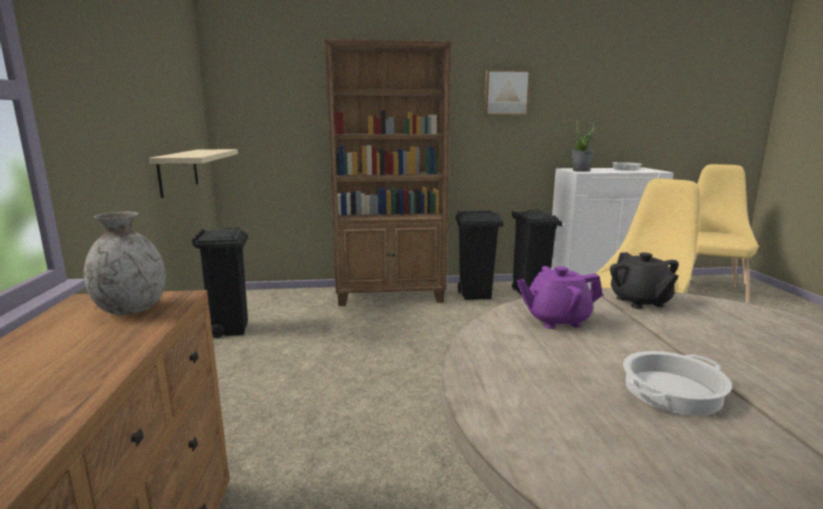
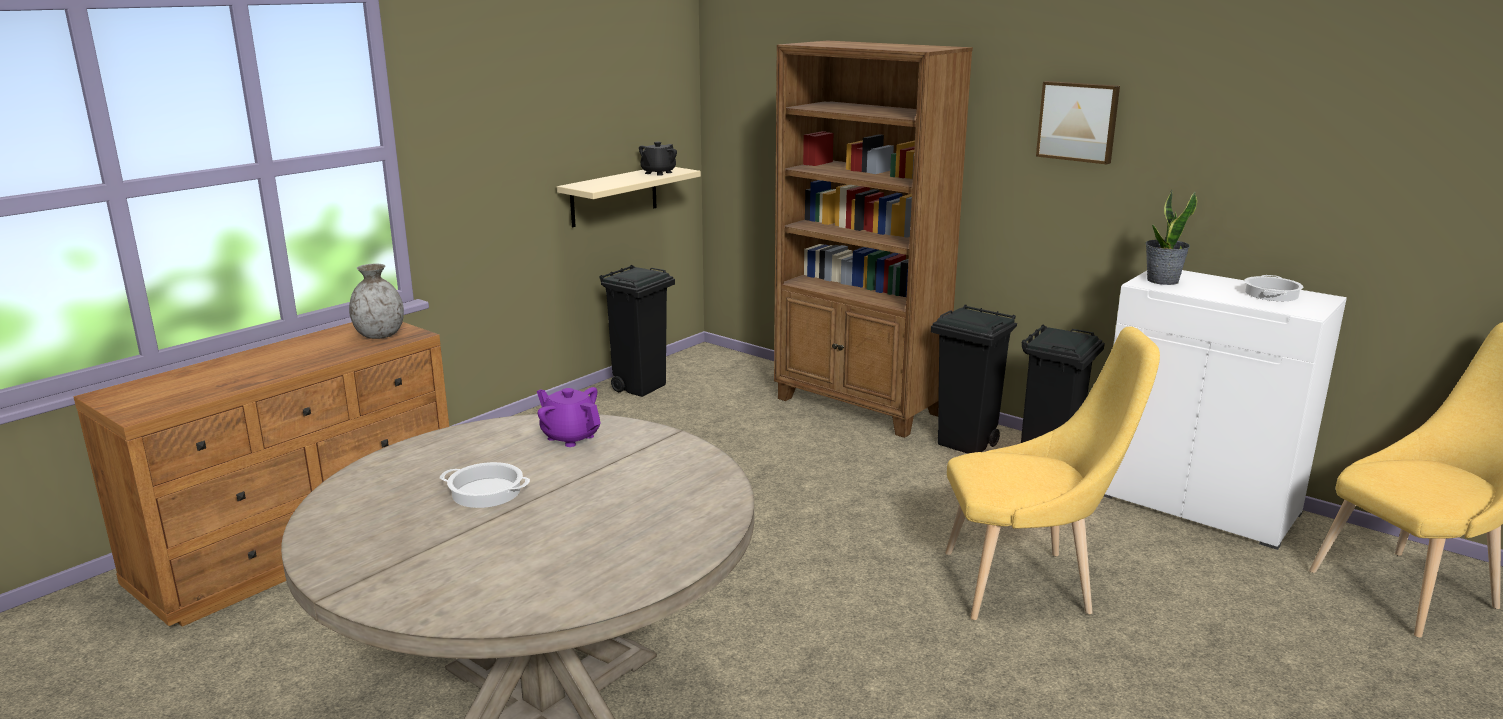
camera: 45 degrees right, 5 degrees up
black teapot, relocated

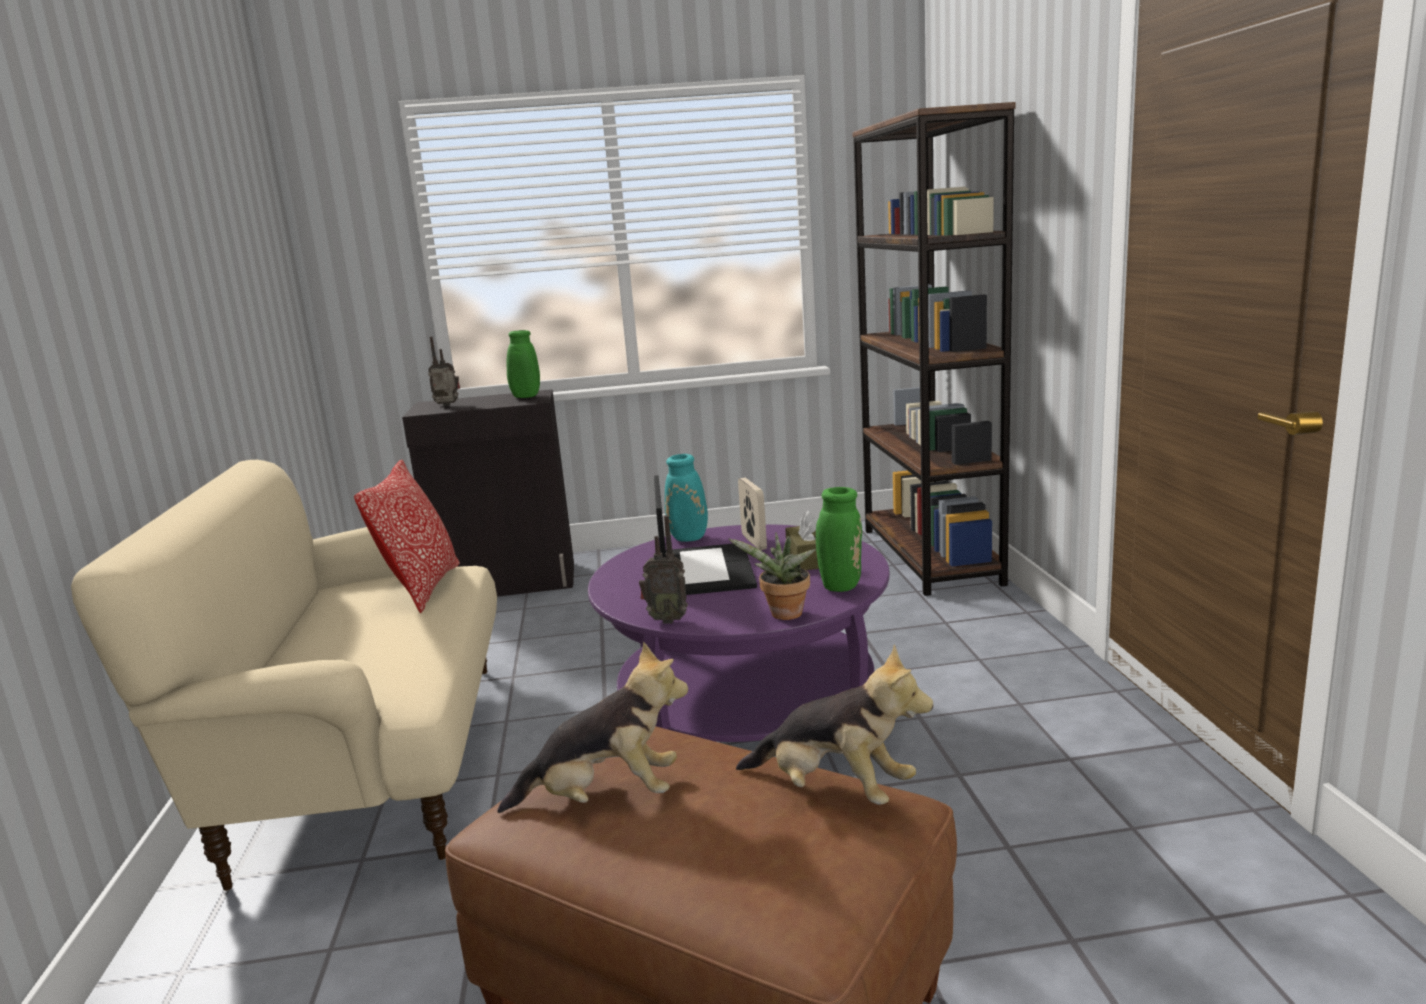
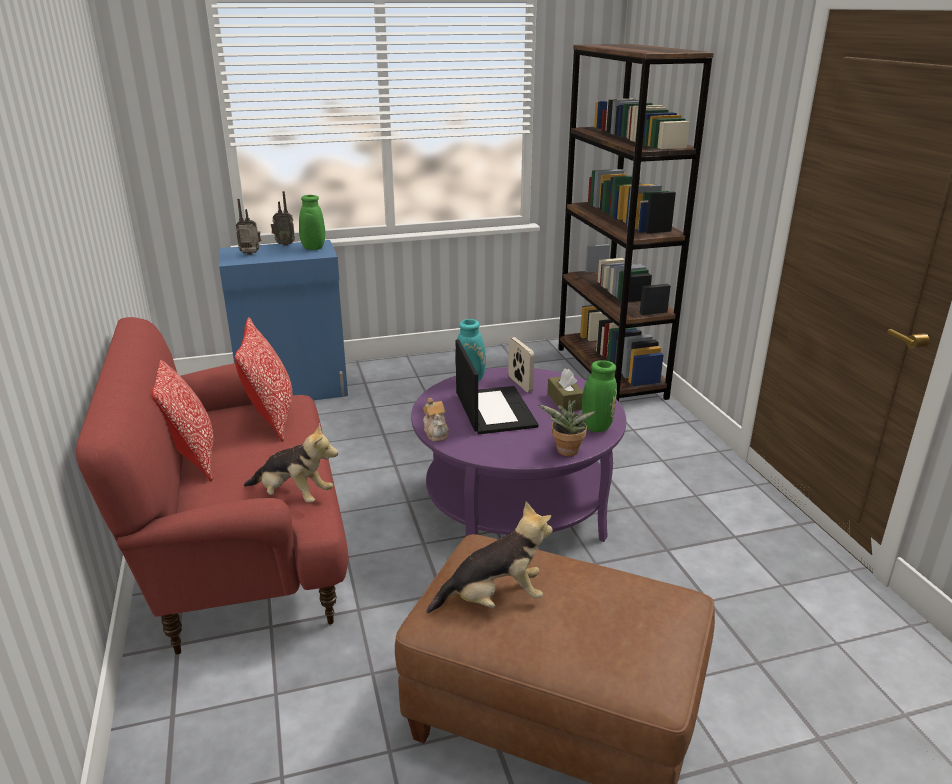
camera: 10 degrees left, 10 degrees up
beige sofa -> red sofa
black cabinet -> blue cabinet
radio (no. 2 from left), relocated
plush toy (no. 2 from left in the first image) -> plush toy (no. 1 from left), relocated
none -> pillow (no. 1 from left)
none -> teapot

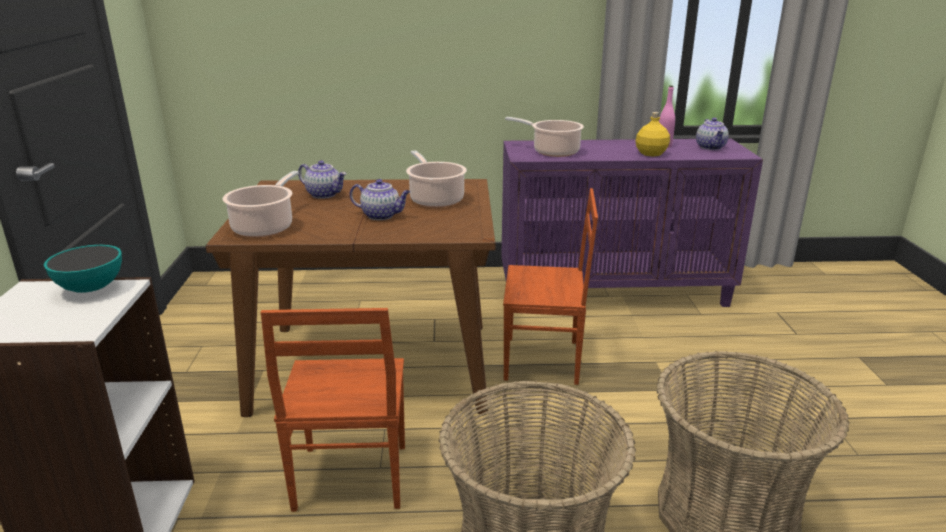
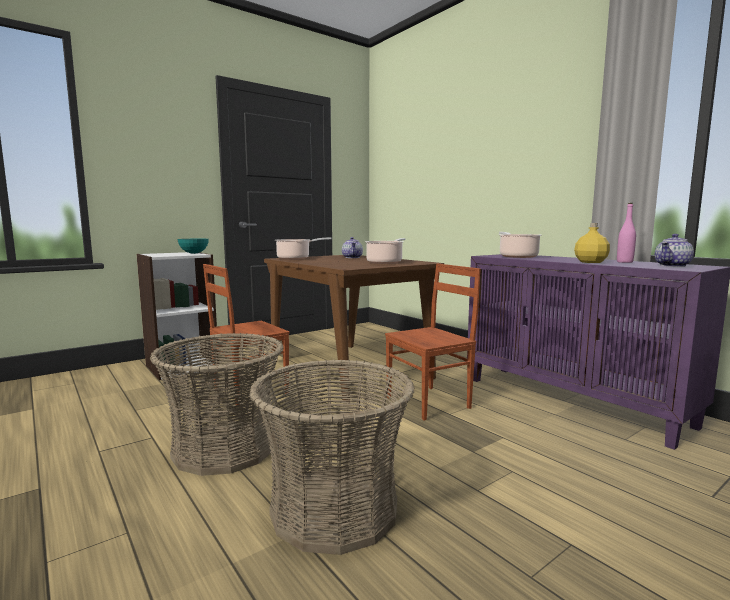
camera: 55 degrees right, 15 degrees down
teapot (no. 2 from left) -> none
brown chair (no. 2 from left), 90 degrees counterclockwise

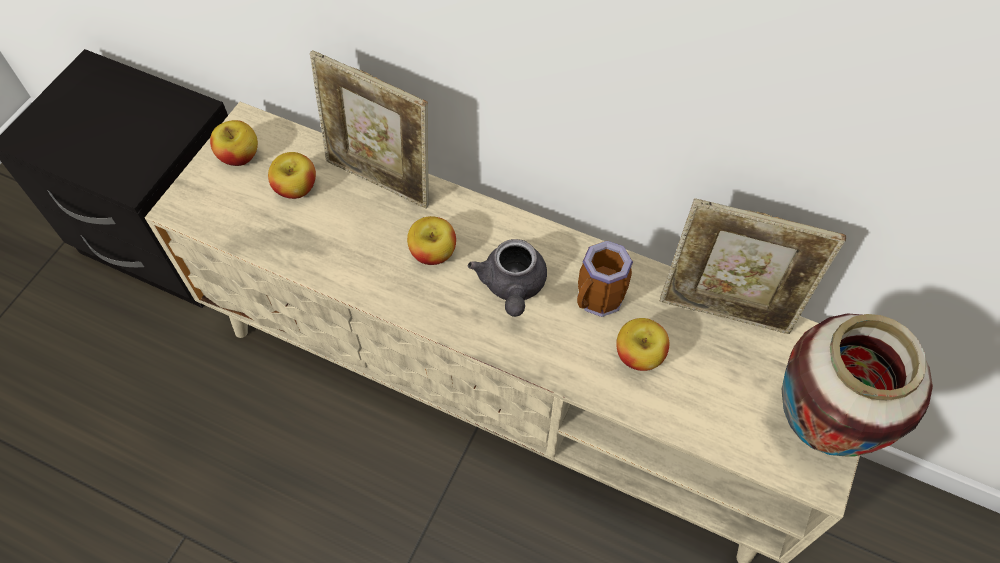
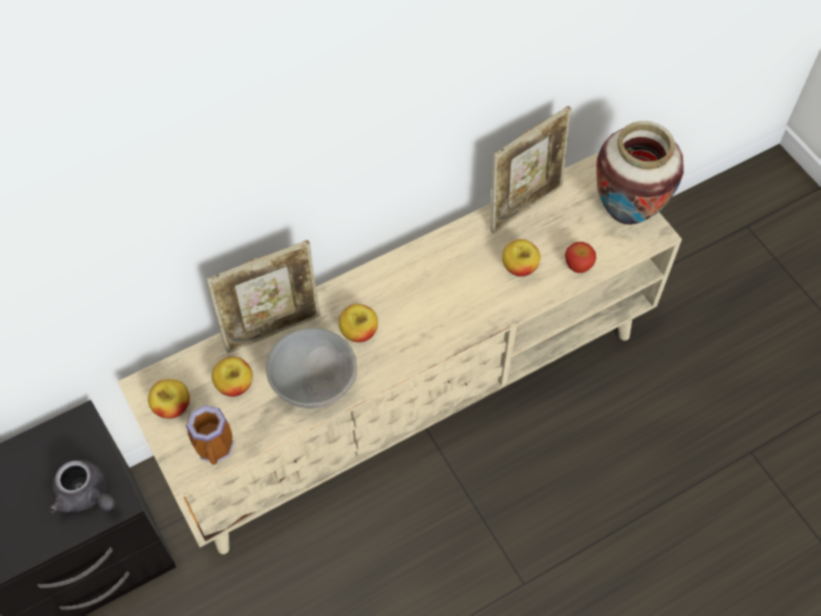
camera: 55 degrees left, 0 degrees up
grey teapot, relocated
mug, relocated
none -> grey bowl
none -> apple (no. 5 from left)

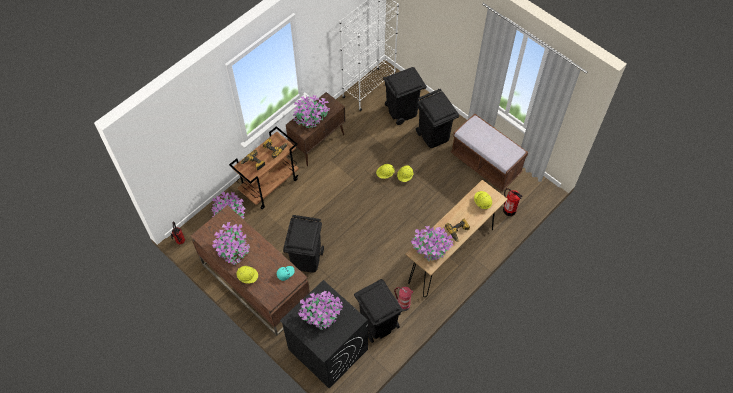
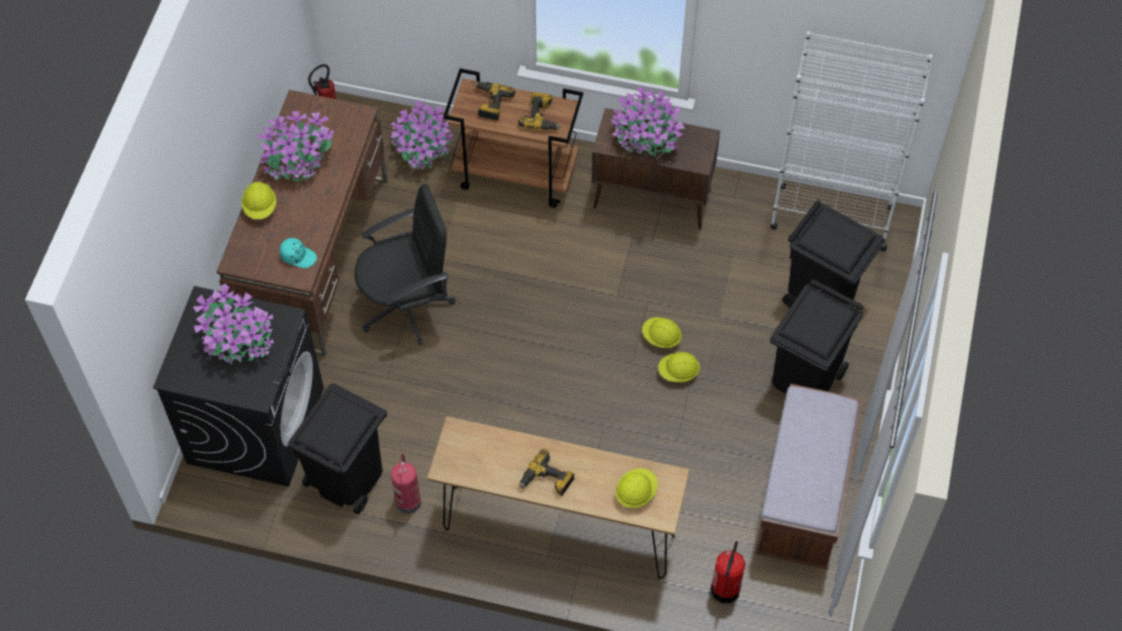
camera: 60 degrees right, 0 degrees up
black trash can (no. 1 from left) -> black office chair
potted plant (no. 5 from left) -> none

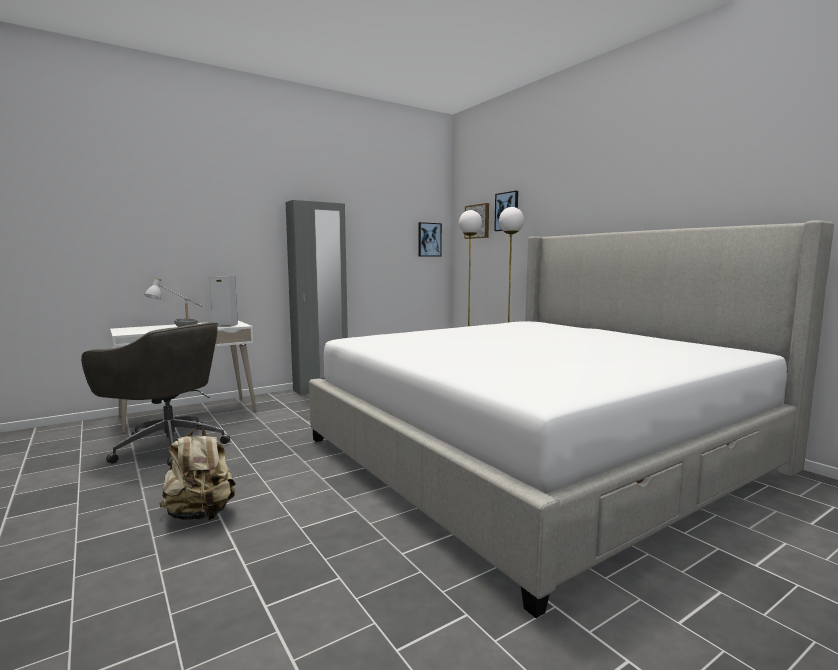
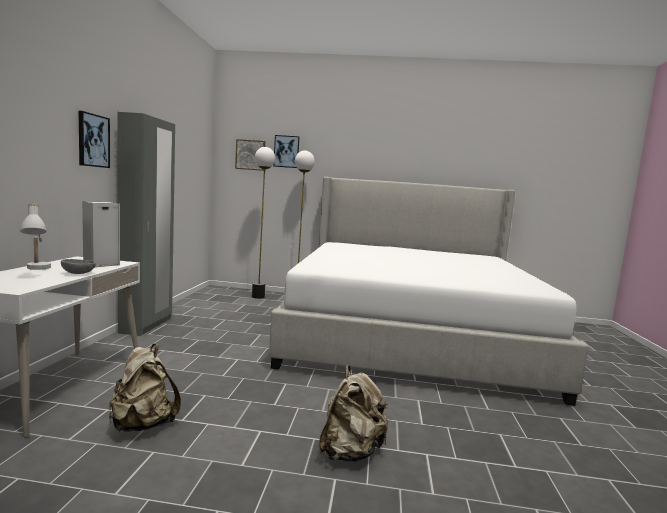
camera: 50 degrees left, 0 degrees up
grey office chair -> beige backpack (no. 1 from left)
picture (no. 1 from left), relocated

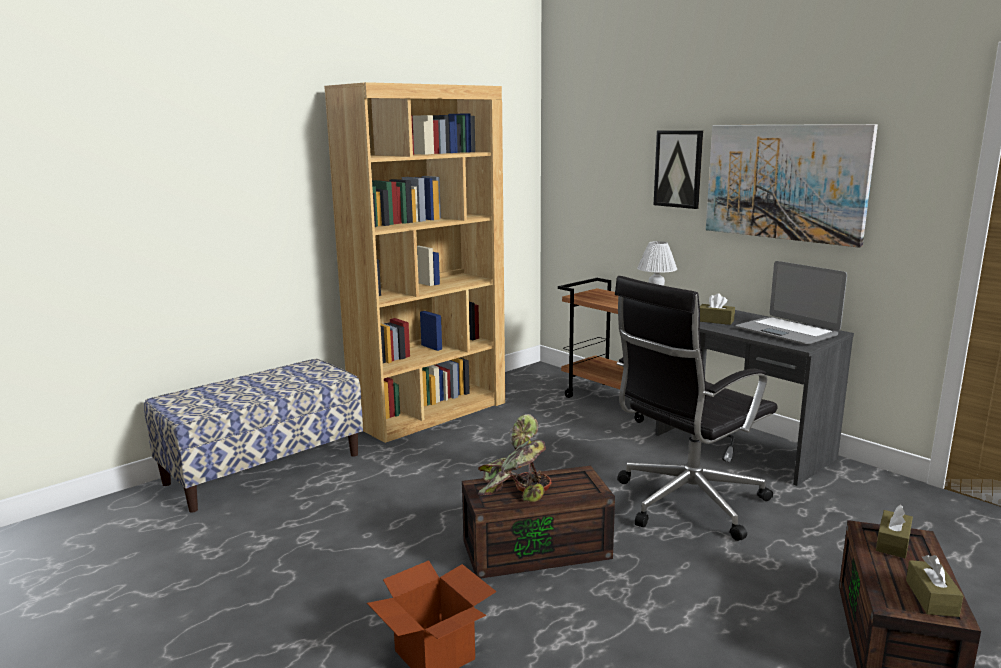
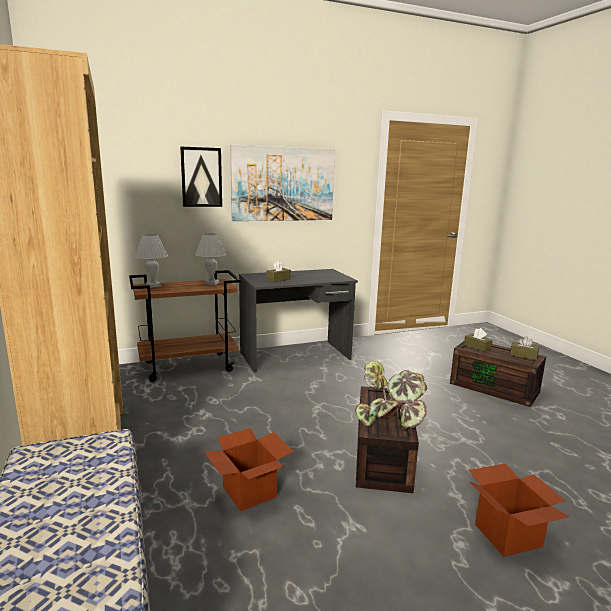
camera: 70 degrees left, 0 degrees up
black office chair -> none
laptop -> none
none -> white table lamp (no. 1 from left)
none -> cardboard box (no. 1 from left)

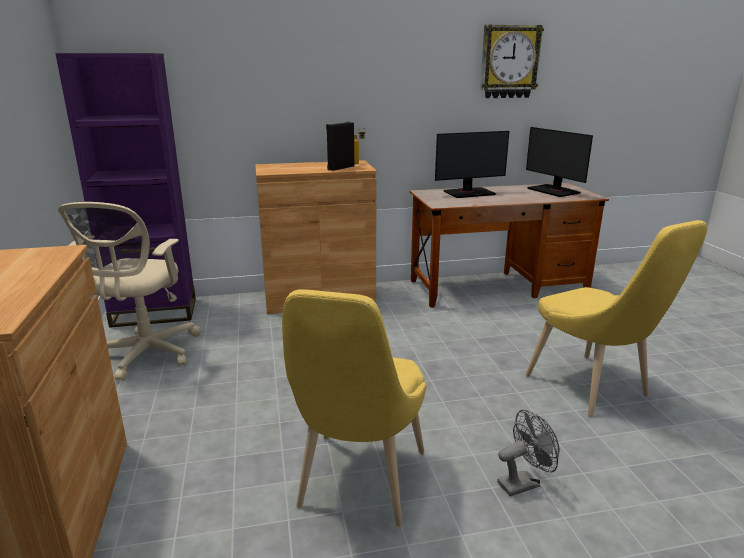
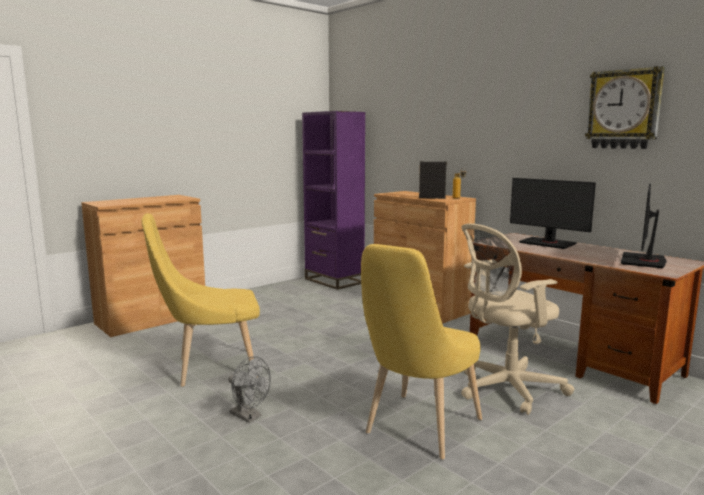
camera: 60 degrees right, 10 degrees down
beige office chair, relocated

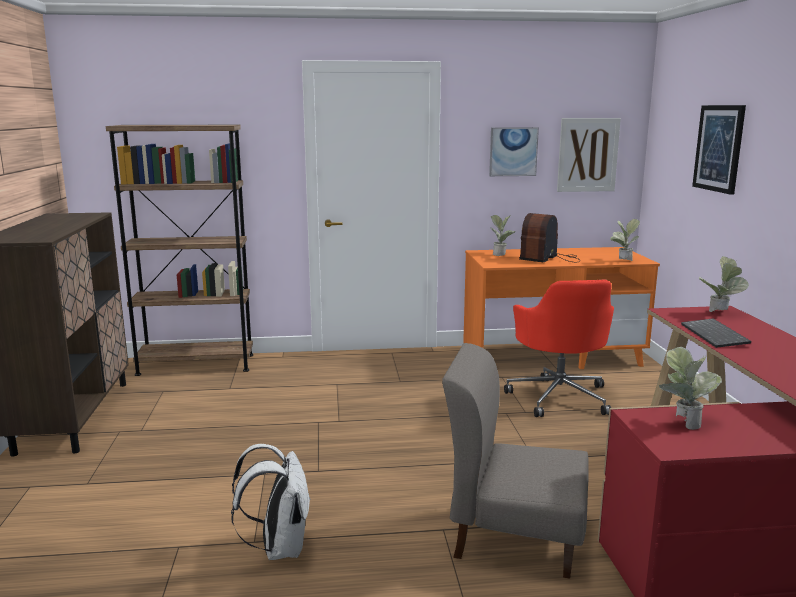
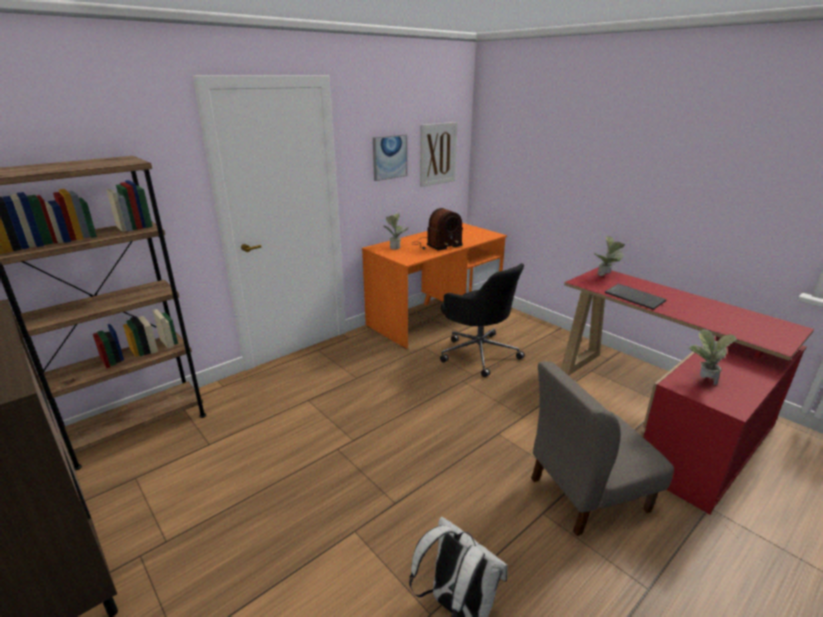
camera: 35 degrees left, 10 degrees up
red office chair -> black office chair
radio, 120 degrees counterclockwise
potted plant (no. 2 from left) -> none
picture (no. 3 from left) -> none

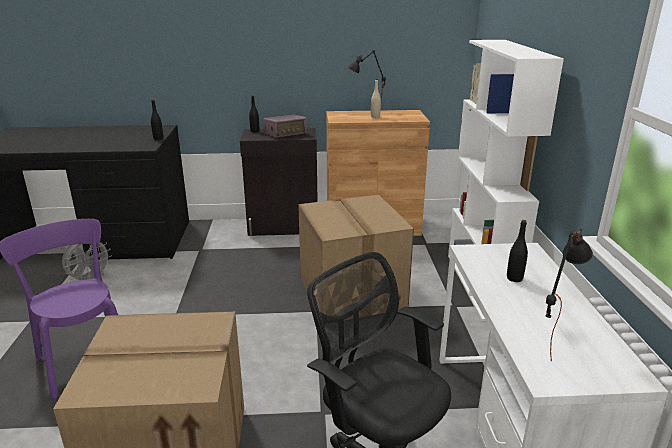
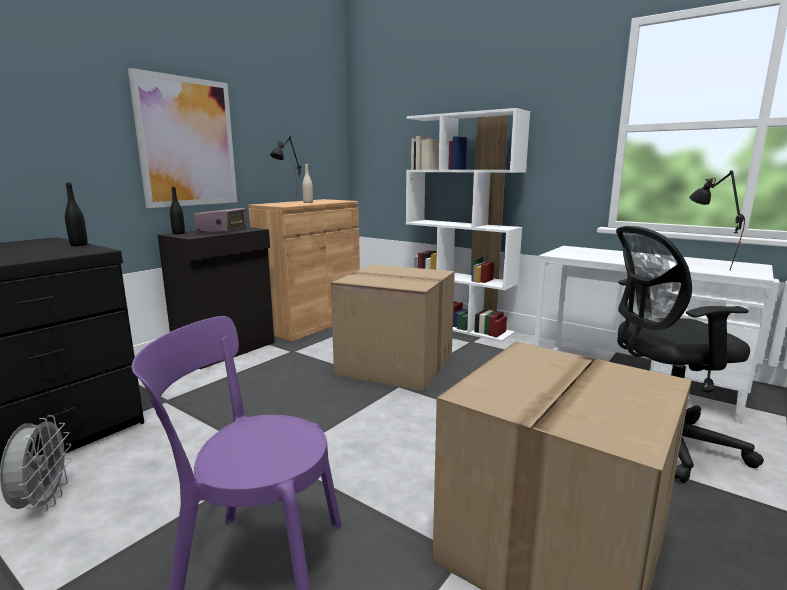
camera: 50 degrees left, 10 degrees down
black bottle (no. 3 from left) -> none
none -> picture

